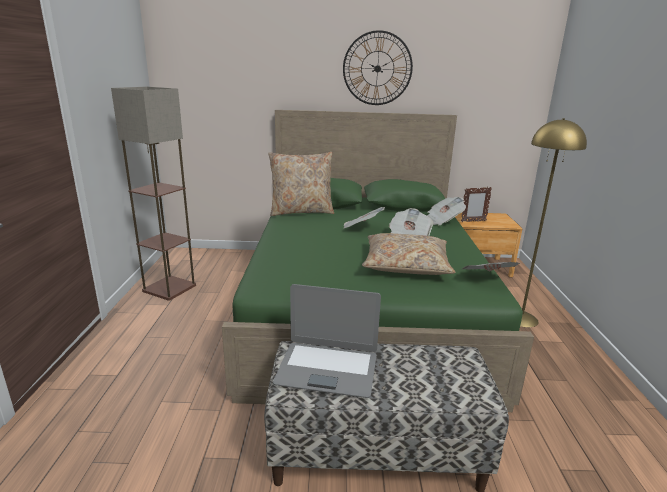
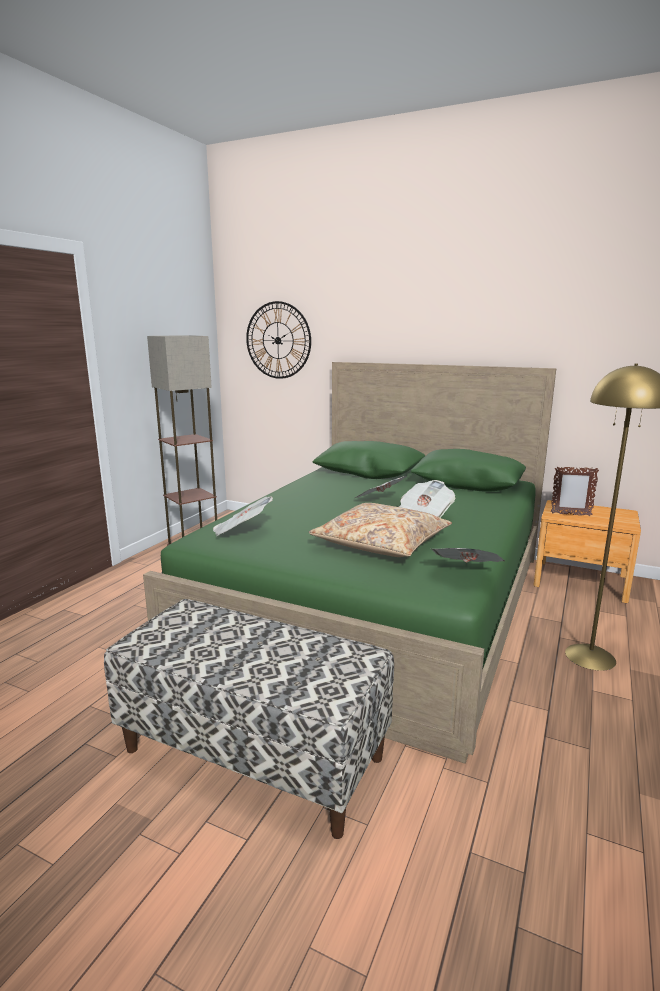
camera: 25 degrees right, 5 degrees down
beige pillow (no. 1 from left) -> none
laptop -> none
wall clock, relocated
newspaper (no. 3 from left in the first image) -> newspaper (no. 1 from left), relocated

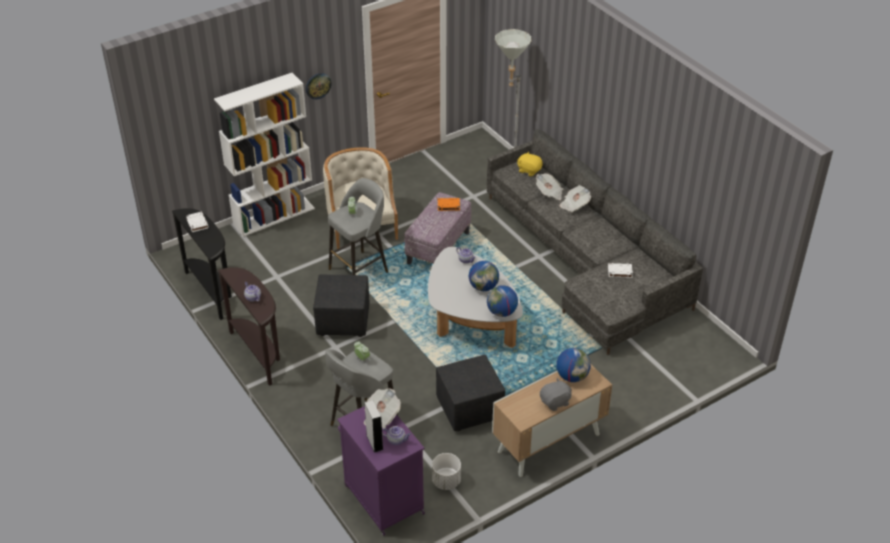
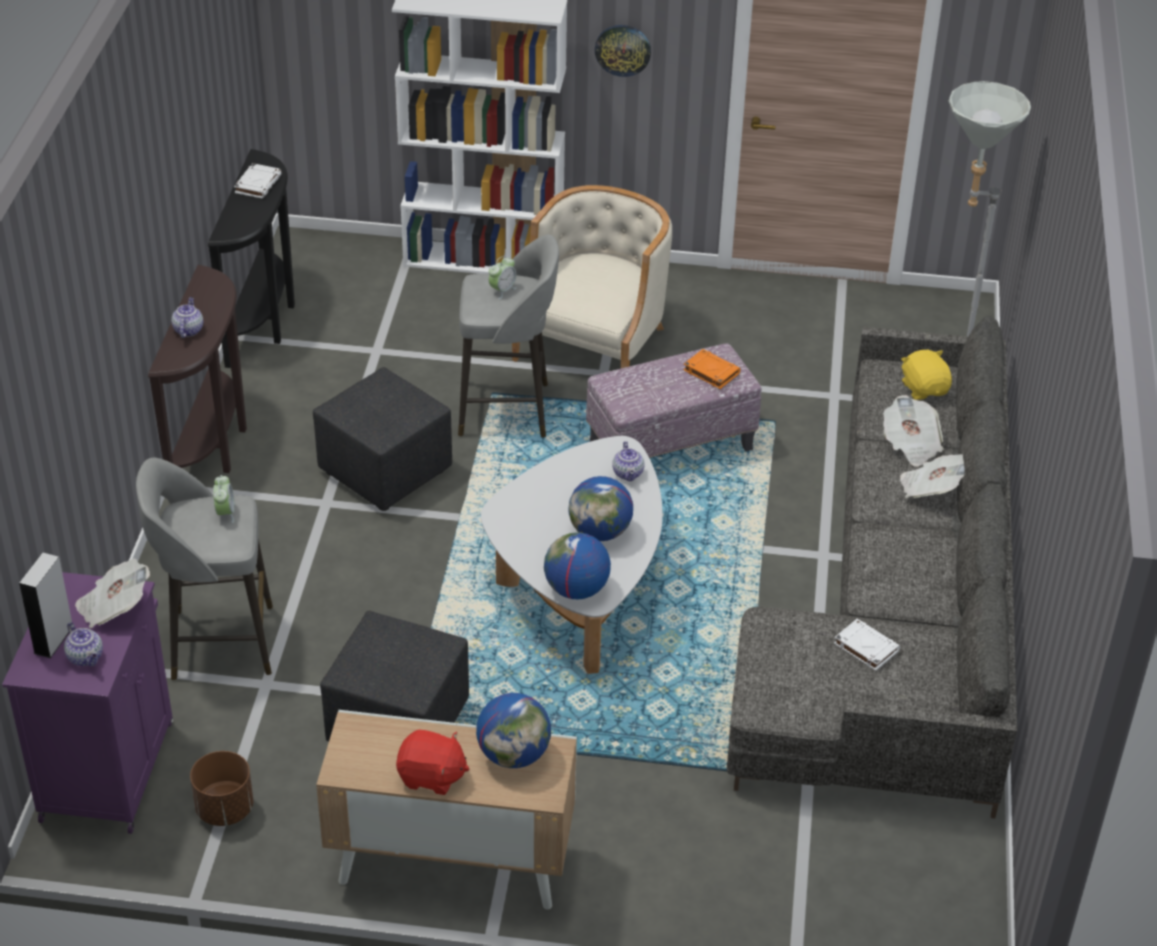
camera: 40 degrees right, 0 degrees up
white planter -> brown planter
grey plush toy -> red plush toy

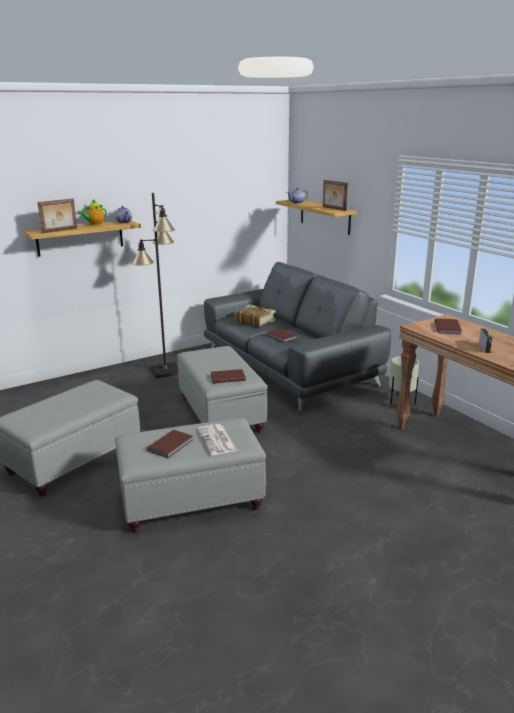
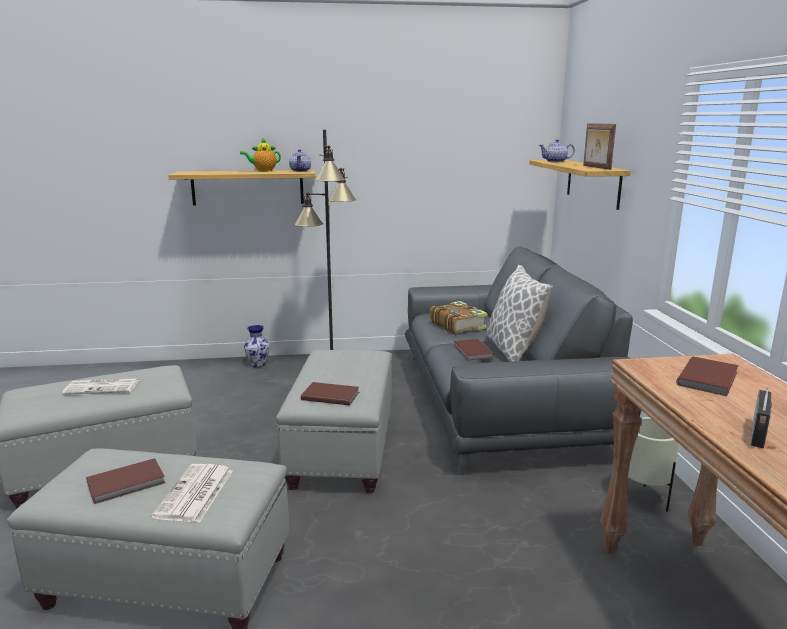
camera: 25 degrees right, 5 degrees down
picture frame (no. 1 from left) -> none
none -> newspaper (no. 1 from left)
none -> vase
none -> pillow

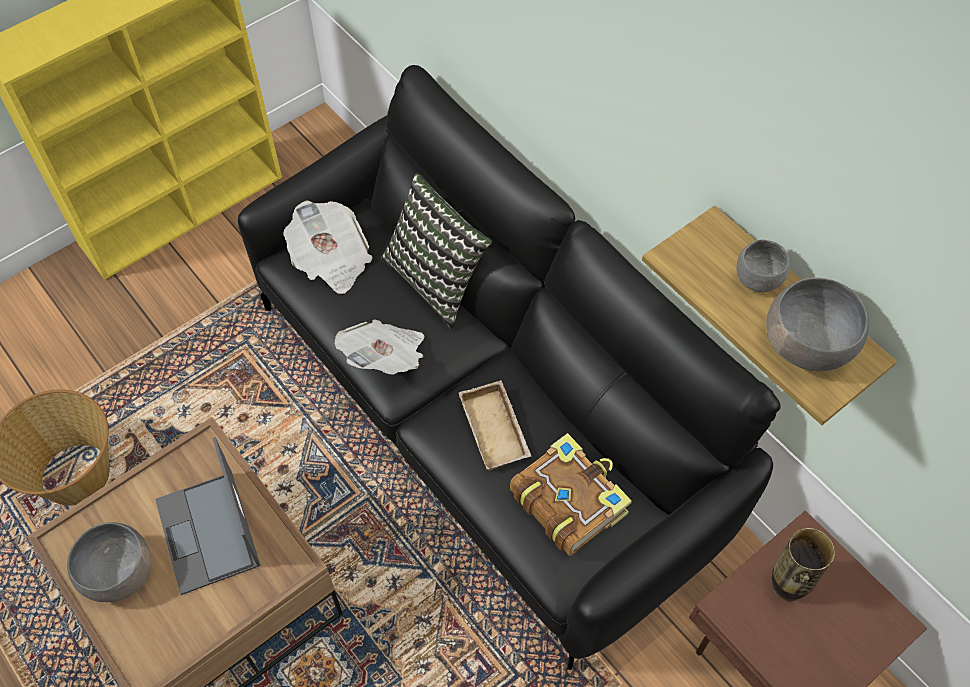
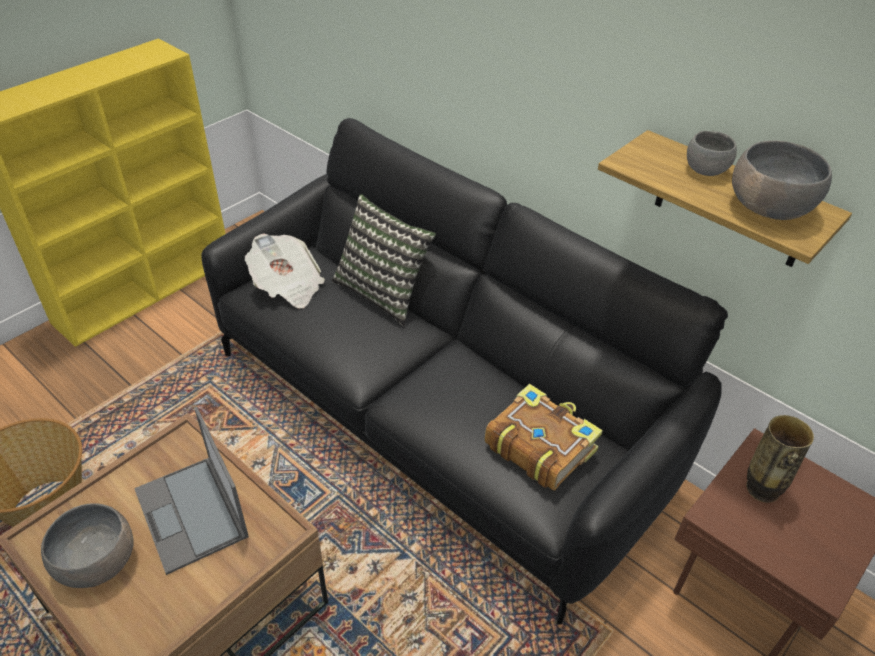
camera: 10 degrees left, 15 degrees down
newspaper (no. 2 from left) -> none
beige tray -> none

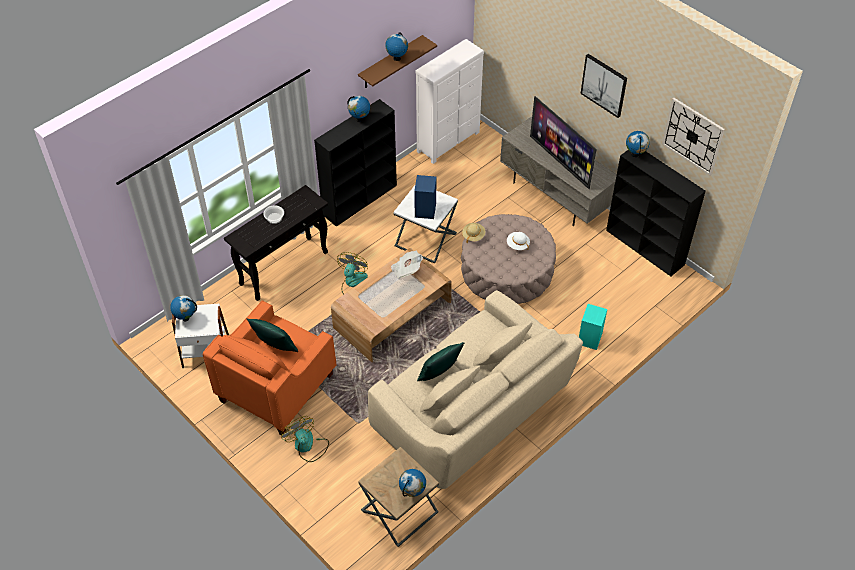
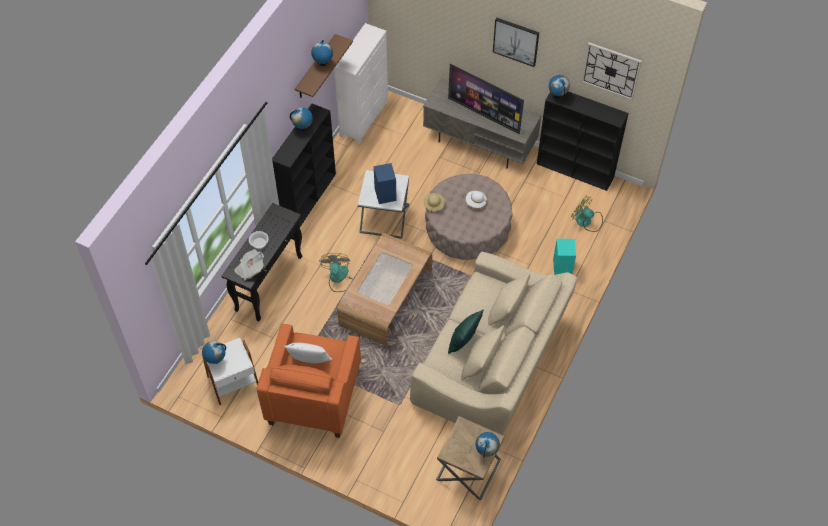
camera: 20 degrees left, 5 degrees up
green pillow (no. 1 from left) -> white pillow
fan (no. 1 from left in the first image) -> fan (no. 2 from left), relocated
newspaper, relocated

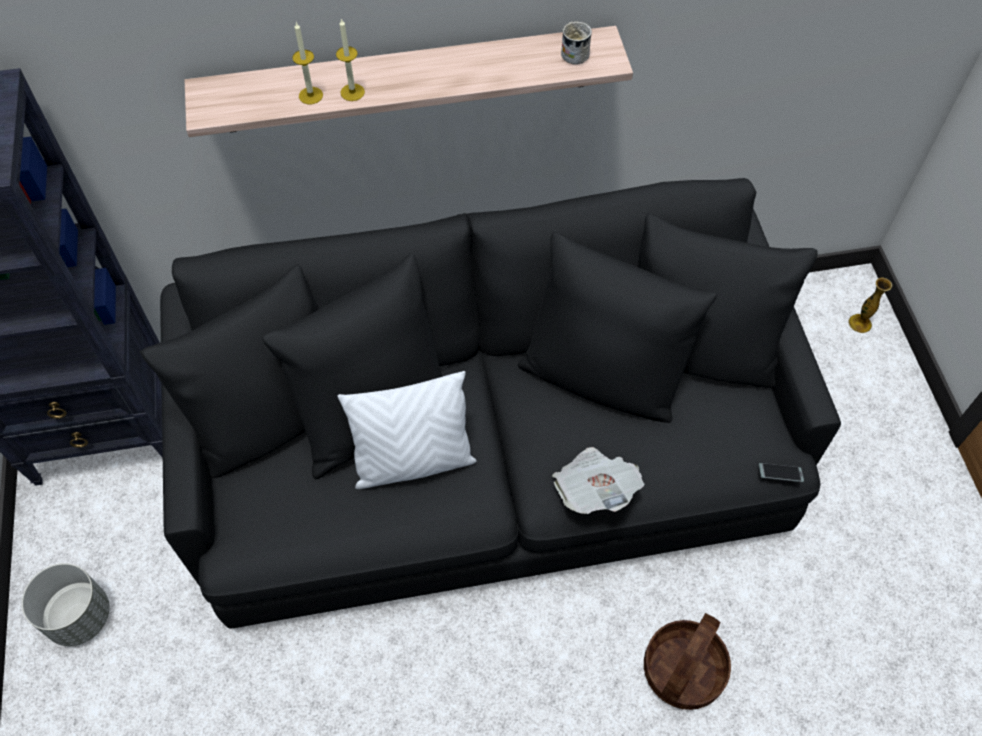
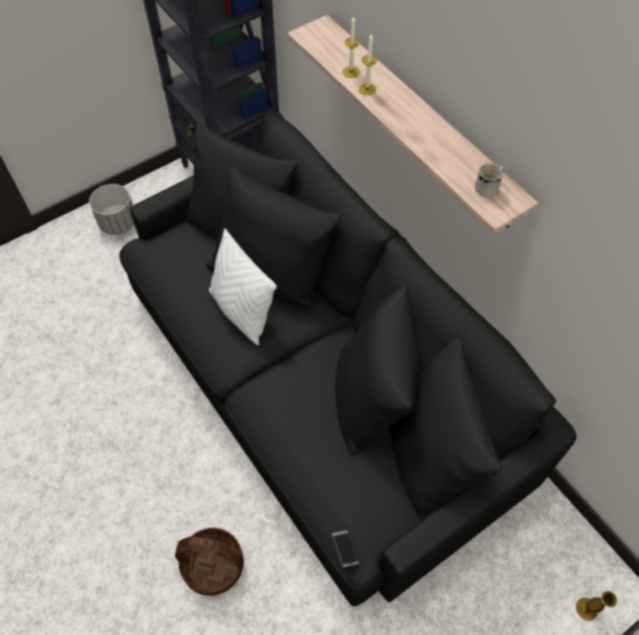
camera: 65 degrees right, 0 degrees up
newspaper -> none

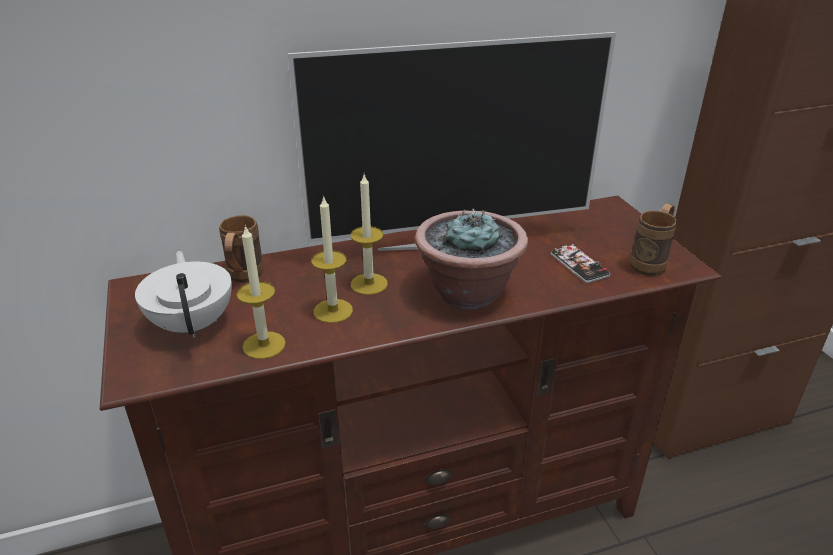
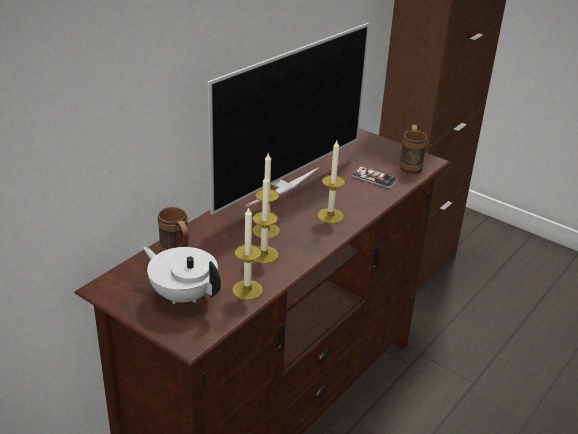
camera: 35 degrees left, 0 degrees up
potted plant -> candle (no. 4 from left)

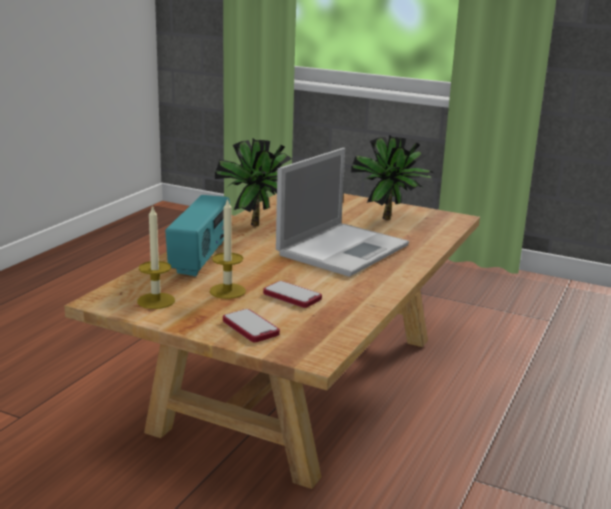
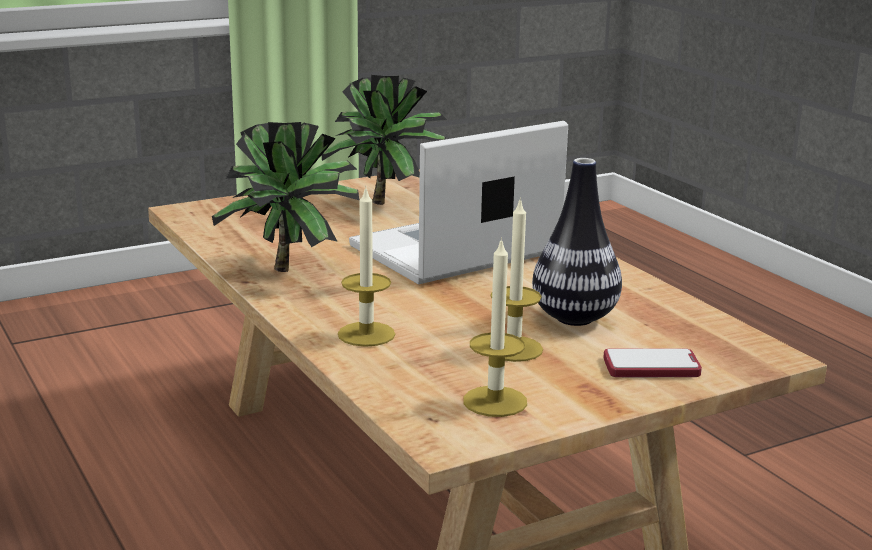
camera: 55 degrees left, 0 degrees up
radio -> candle (no. 1 from left)
phone (no. 2 from left) -> vase
laptop, 105 degrees counterclockwise

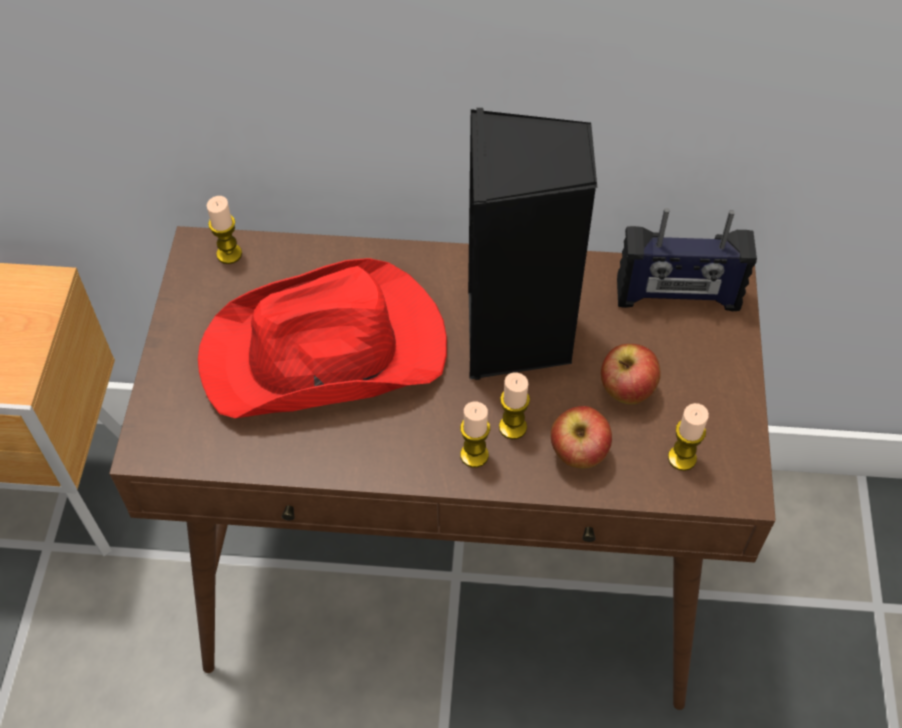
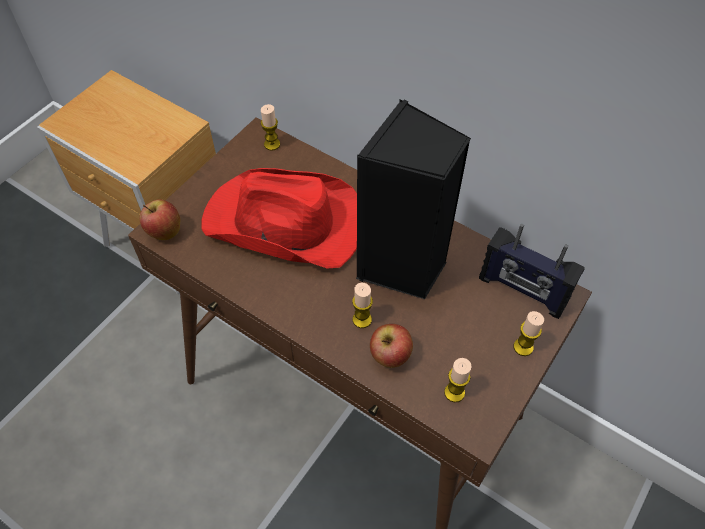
camera: 30 degrees right, 0 degrees up
candle (no. 2 from left in the first image) -> candle (no. 4 from left), relocated
apple (no. 2 from left in the first image) -> apple (no. 1 from left), relocated

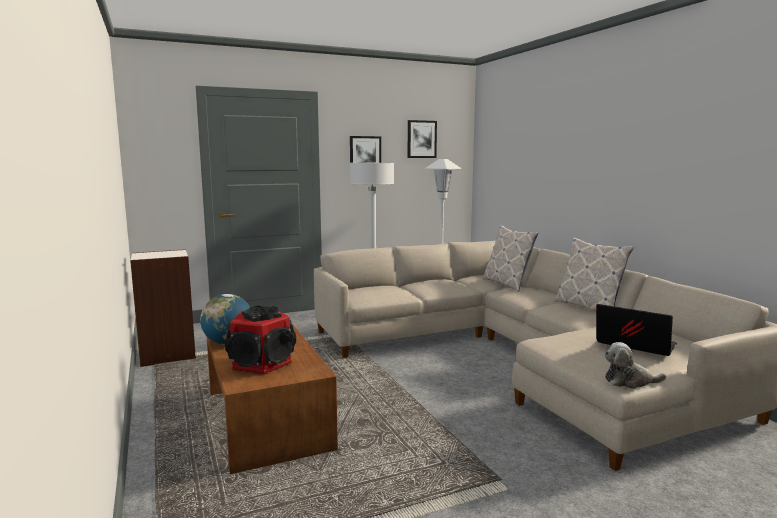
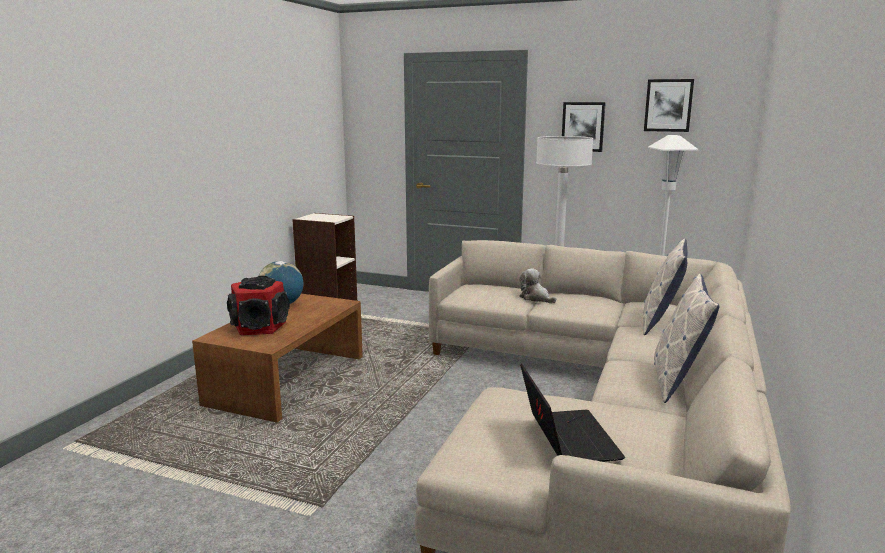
camera: 45 degrees right, 5 degrees up
plush toy, relocated

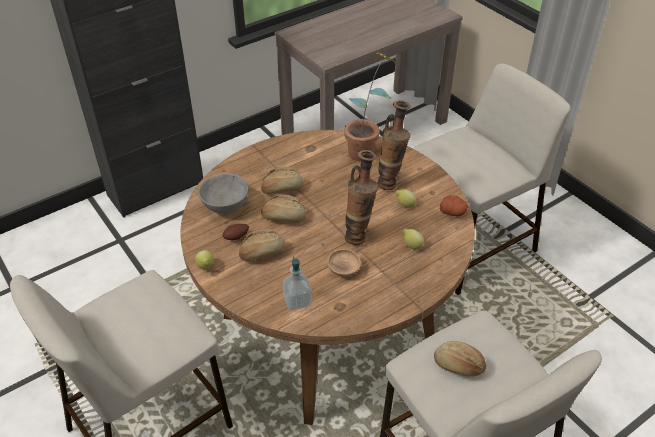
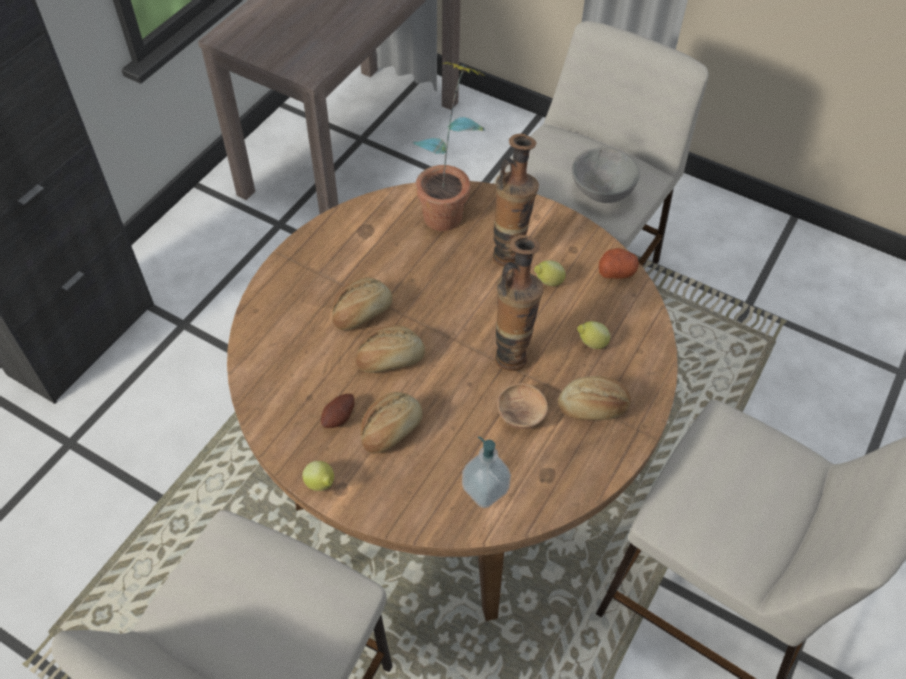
camera: 25 degrees left, 10 degrees up
grey bowl, relocated
bread (no. 4 from left), relocated

